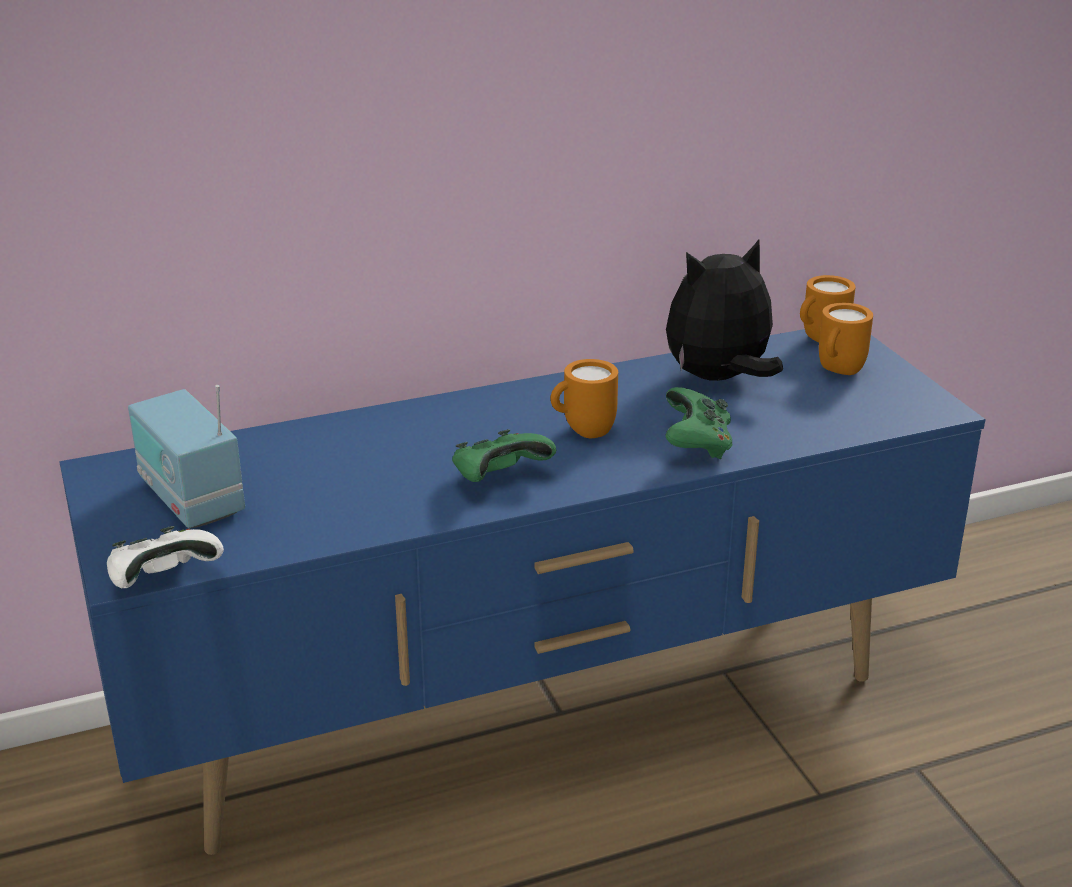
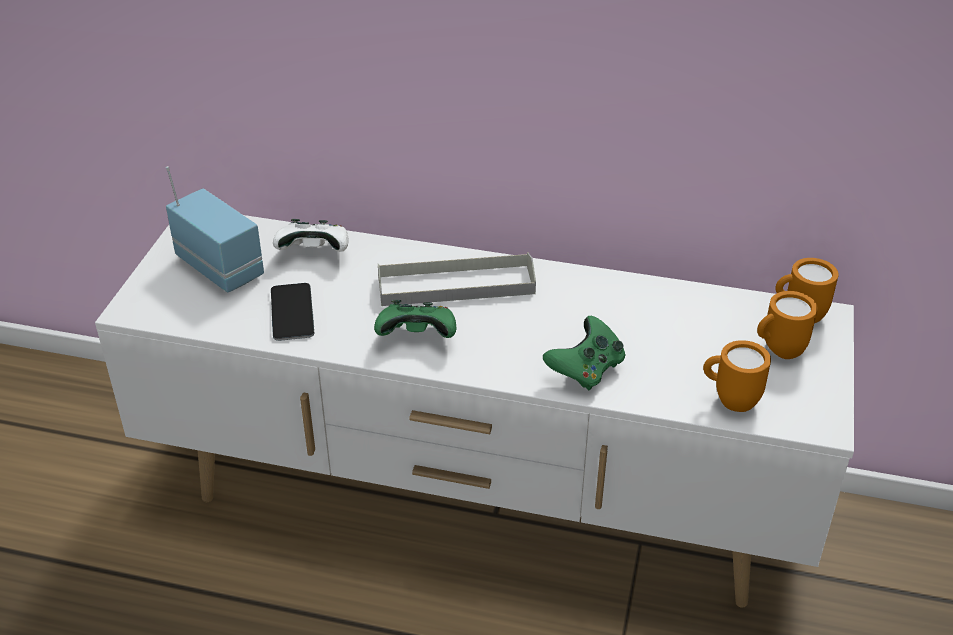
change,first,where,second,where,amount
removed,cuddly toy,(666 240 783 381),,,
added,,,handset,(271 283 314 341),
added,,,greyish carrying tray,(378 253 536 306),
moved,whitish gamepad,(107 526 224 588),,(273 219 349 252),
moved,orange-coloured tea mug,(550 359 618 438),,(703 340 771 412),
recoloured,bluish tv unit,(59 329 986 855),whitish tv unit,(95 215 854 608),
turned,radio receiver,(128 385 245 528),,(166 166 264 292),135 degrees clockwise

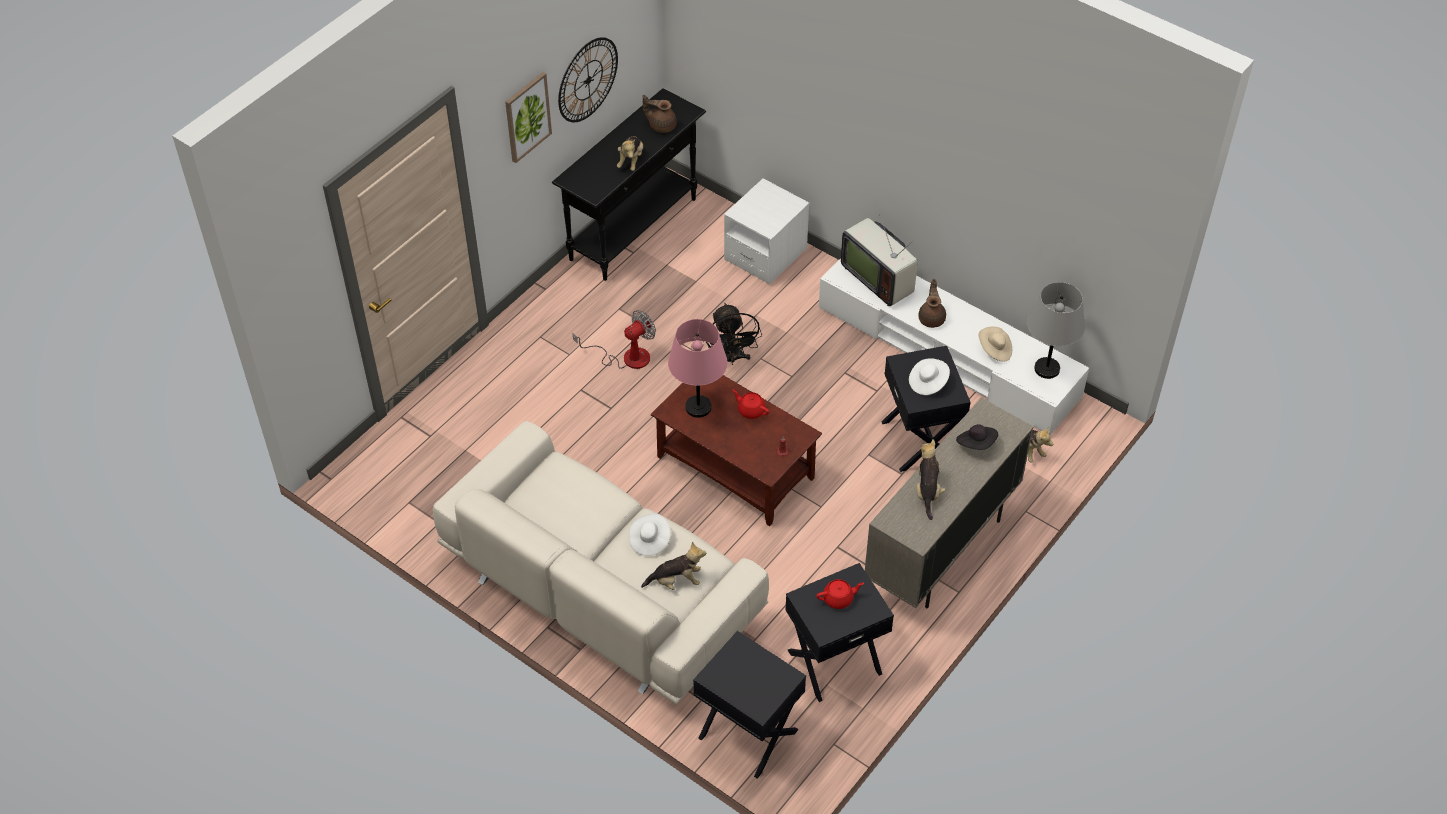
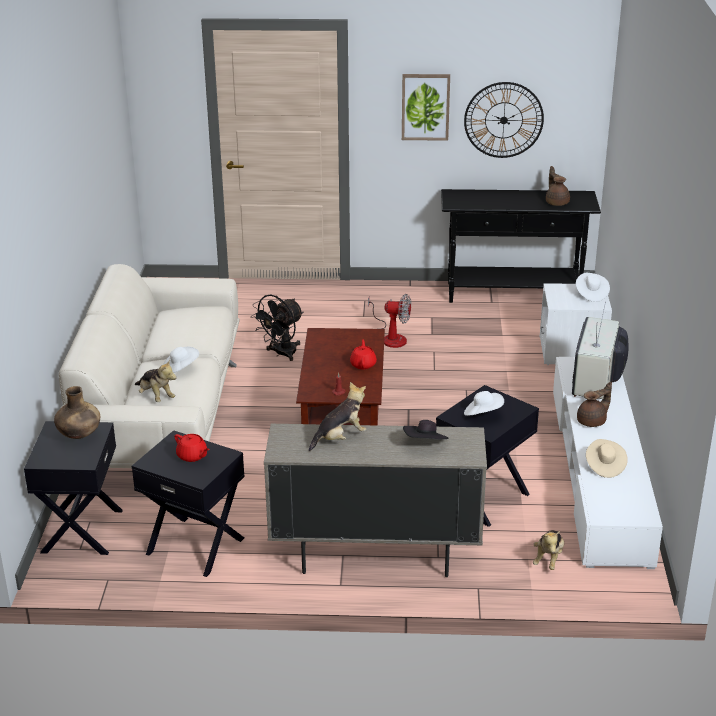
change,first,where,second,where,amount
removed,cuddly toy,(617 136 643 171),,,
removed,pink lamp for a table,(668 319 727 418),,,
removed,greyish lamp for a table,(1027 282 1085 379),,,
added,,,brownish decorative vase,(54 386 100 439),
added,,,whitish clothing hat,(576 273 610 302),
moved,black electric fan,(706 303 762 365),,(251 295 303 361),

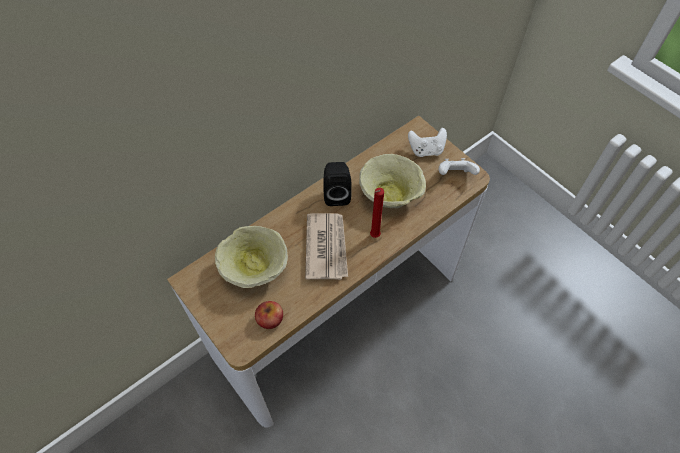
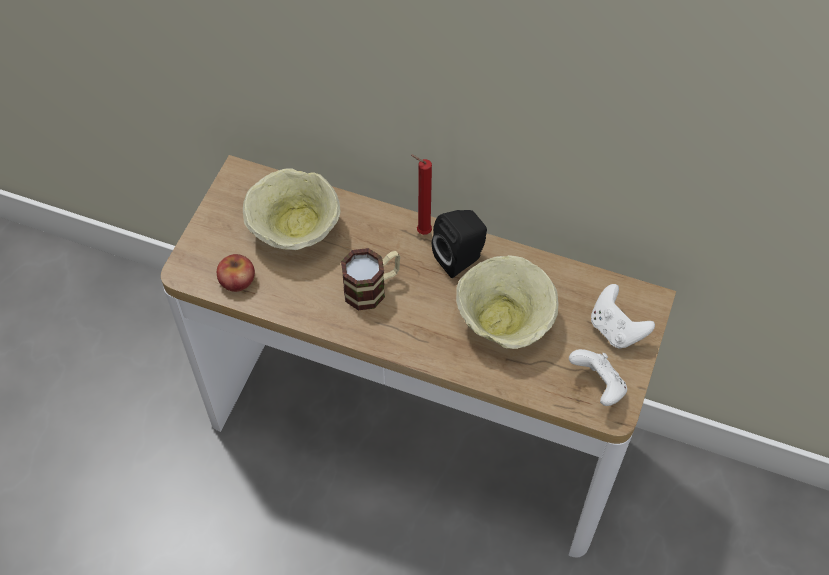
change,first,where,second,where,amount
moved,red-coloured wax light,(370 188 384 238),,(411 155 432 235),
replaced,printed paper,(305 213 348 280),tea mug,(341 248 400 310),

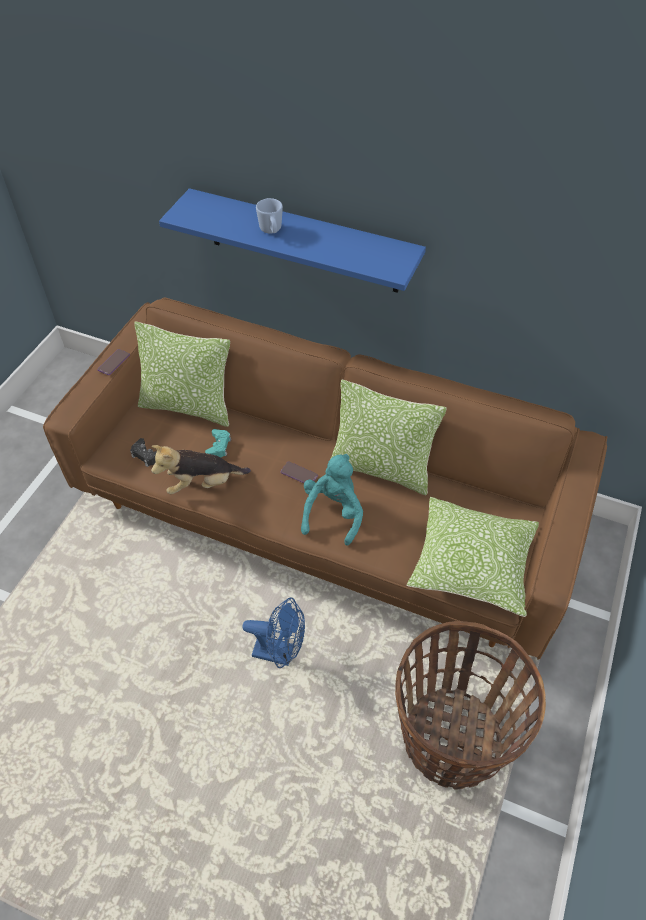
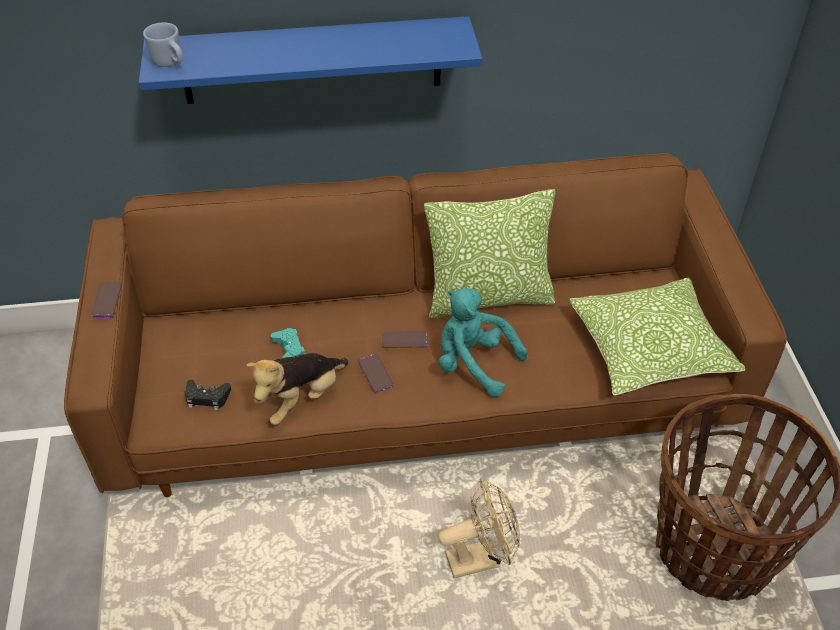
change,first,where,second,where,amount
removed,throw pillow,(134 321 230 427),,,
added,,,handset,(358 353 394 393),
moved,bluish tea mug,(256 198 283 233),,(143 23 183 67),
recoloured,bluish electric fan,(242 597 305 668),beige-coloured electric fan,(438 478 520 578),
turned,blue-green cuddly toy,(301 454 363 546),,(439 288 527 397),45 degrees counterclockwise

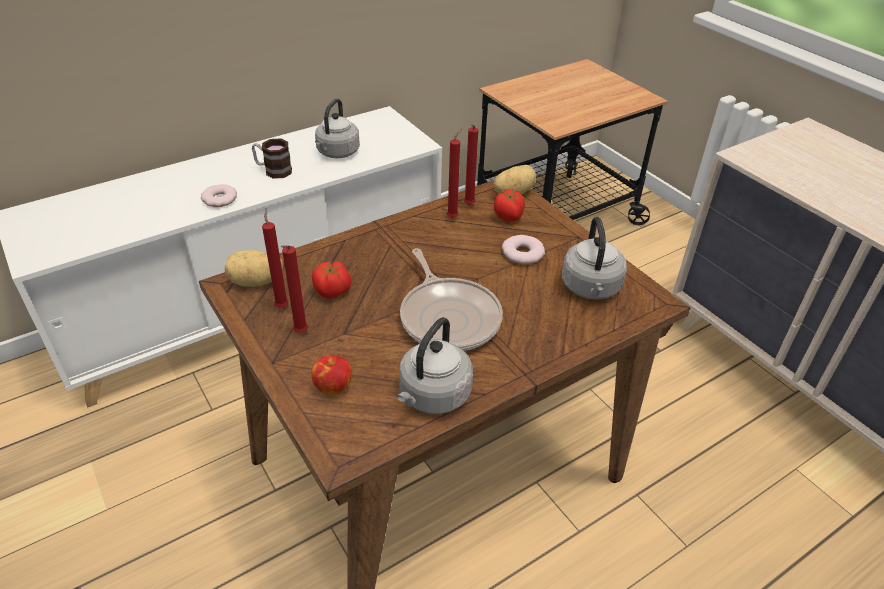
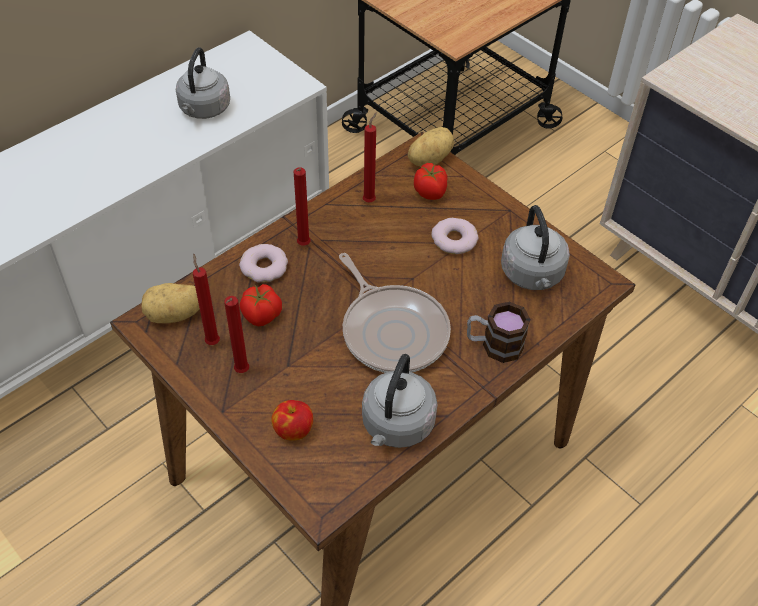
change,first,where,second,where,amount
moved,doughnut,(201 184 237 207),,(239 244 288 282),
moved,tea mug,(252 138 292 179),,(467 301 531 363),
moved,red-coloured wax light,(464 124 478 205),,(294 167 311 246),

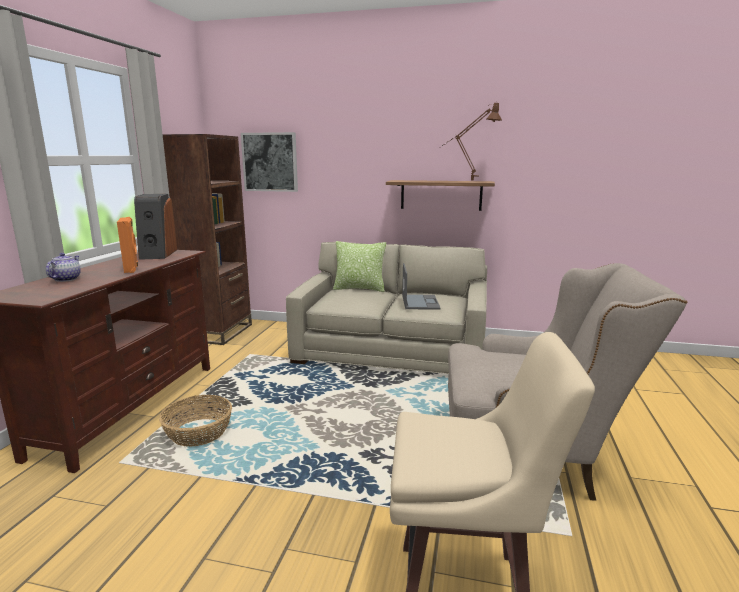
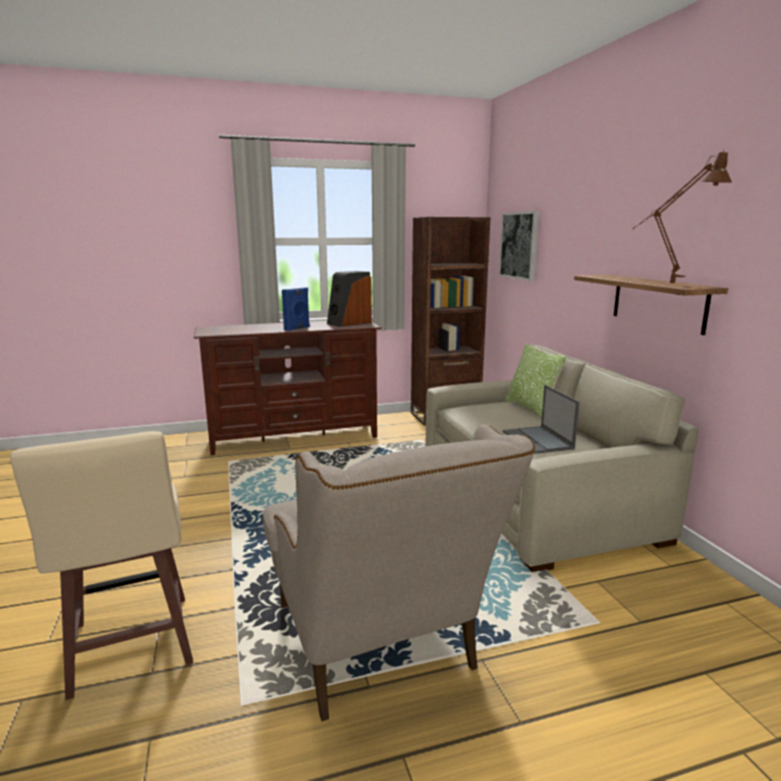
change,first,where,second,where,amount
removed,tea pot,(46 253 81 282),,,
removed,basket,(159 395 232 447),,,
recoloured,orange-coloured loudspeaker,(117 217 138 273),bluish loudspeaker,(282 287 310 331),
turned,portable computer,(402 263 441 309),,(503 385 580 454),105 degrees clockwise

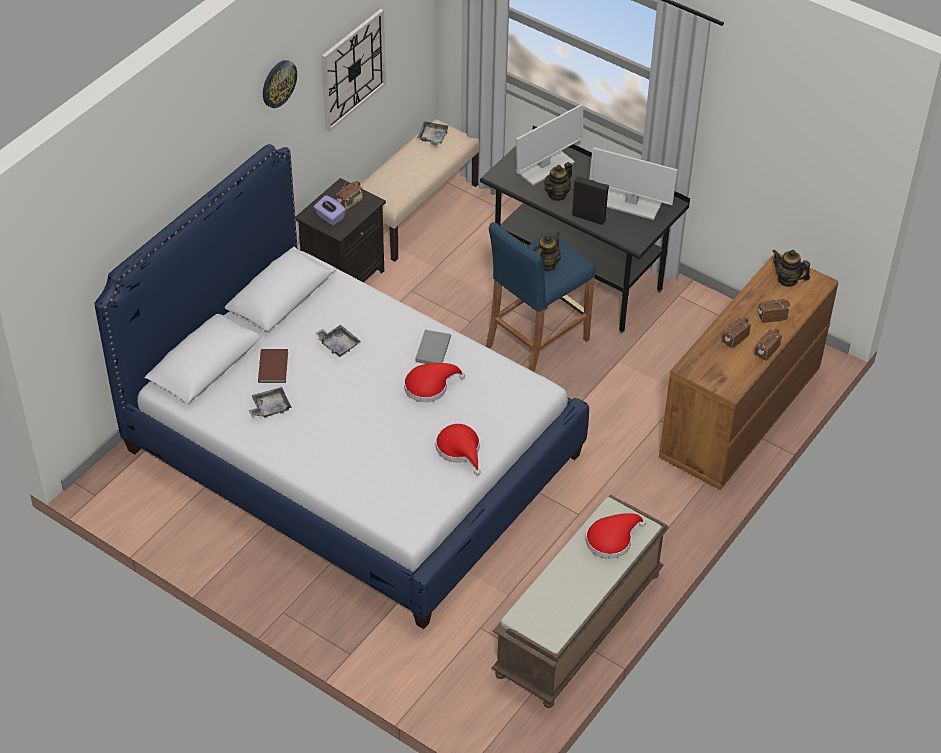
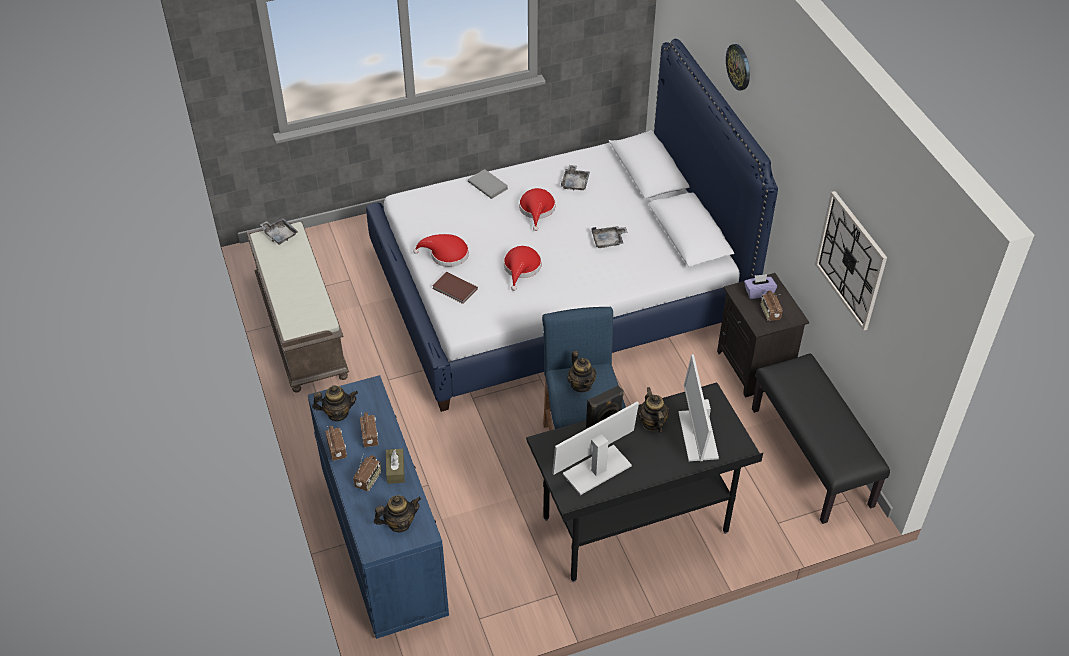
change,first,where,second,where,amount
added,,,tea pot,(312 385 358 421),
added,,,brownish tissue holder,(386 449 405 484),
moved,brownish bound book,(258 349 288 383),,(432 272 478 304),
moved,hanging clock,(263 60 297 108),,(726 44 750 91),
moved,greyish bound book,(415 330 451 364),,(468 169 508 199),
moved,greyish carrying tray,(417 121 449 147),,(260 218 298 245),
moved,red-coloured clothing hat,(586 513 646 559),,(519 188 555 231),
recoloured,beige-coloured indoor bench,(360 119 479 262),black indoor bench,(752 354 890 524),
recoloured,brownish drawer chest,(659 253 838 490),bluish drawer chest,(308 375 449 639),

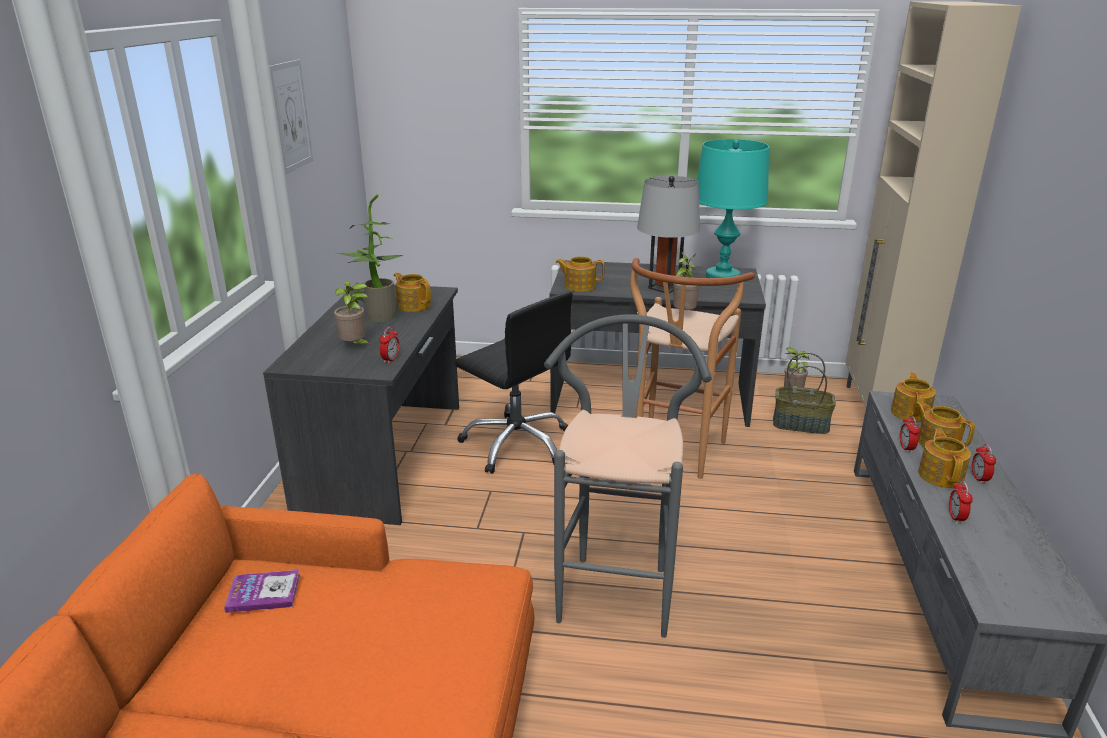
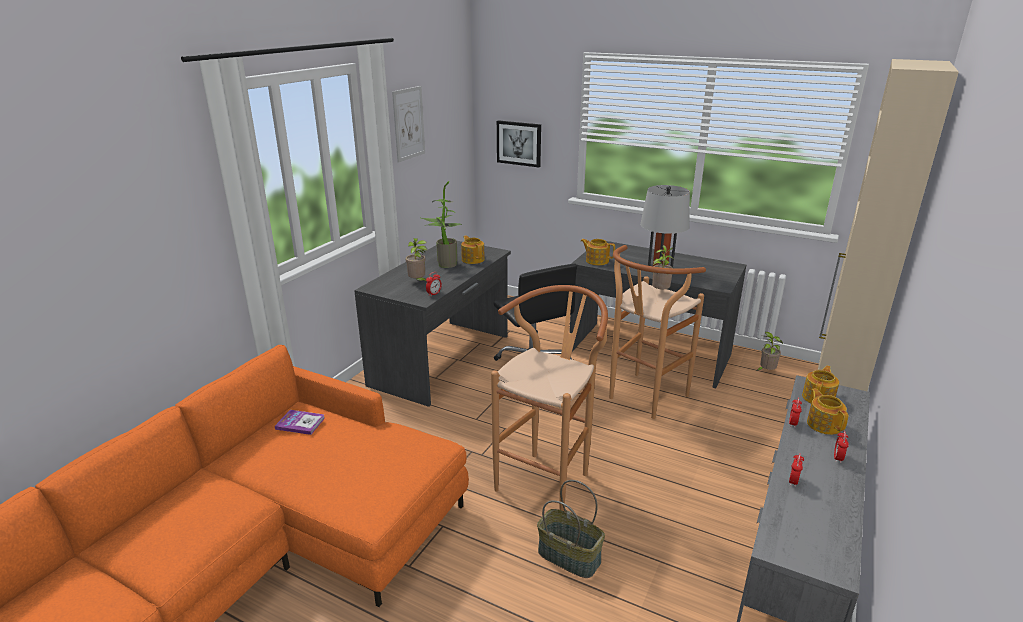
change,first,where,second,where,amount
removed,blue-green lamp for a table,(697 139 769 278),,,
removed,tea pot,(918 428 971 488),,,
added,,,wall picture,(497 120 541 167),
moved,basket,(773 352 836 434),,(537 480 605 578),
recoloured,greyish sitting stool,(544 314 712 638),brownish sitting stool,(491 285 608 511),

